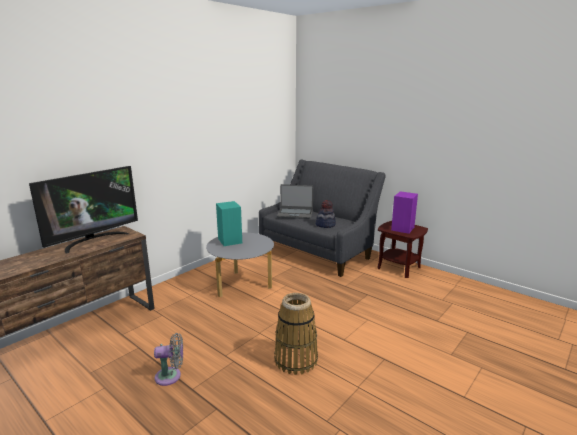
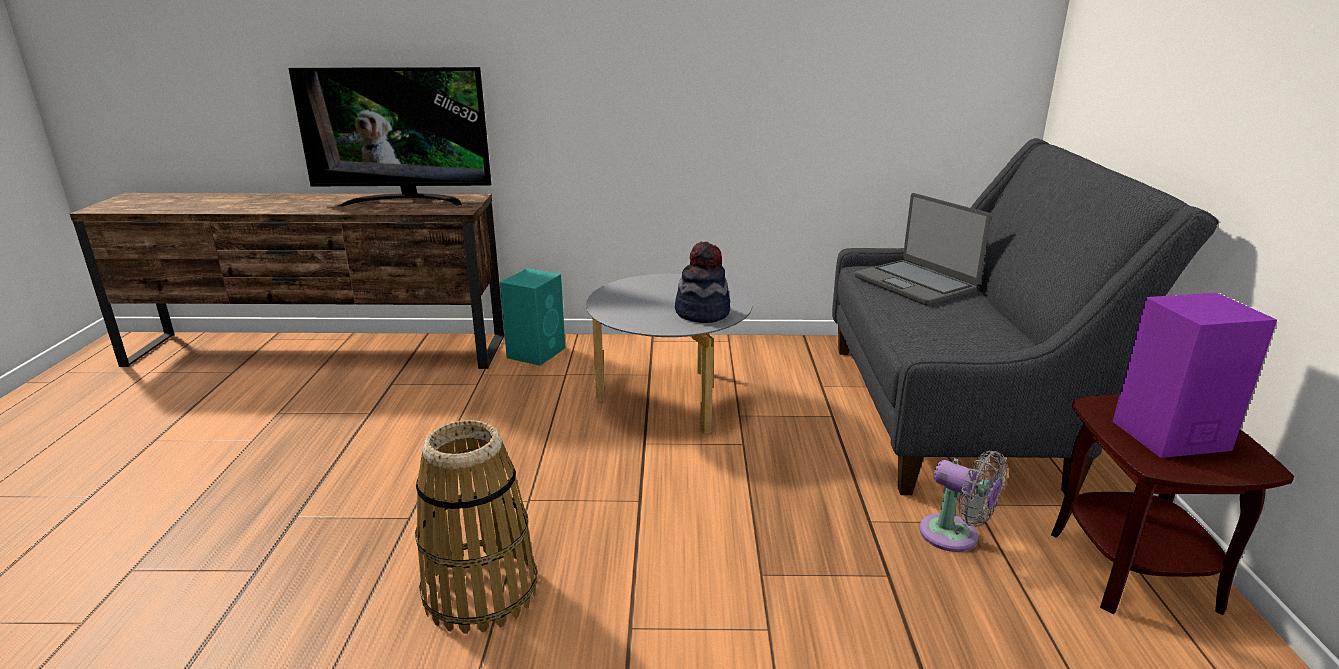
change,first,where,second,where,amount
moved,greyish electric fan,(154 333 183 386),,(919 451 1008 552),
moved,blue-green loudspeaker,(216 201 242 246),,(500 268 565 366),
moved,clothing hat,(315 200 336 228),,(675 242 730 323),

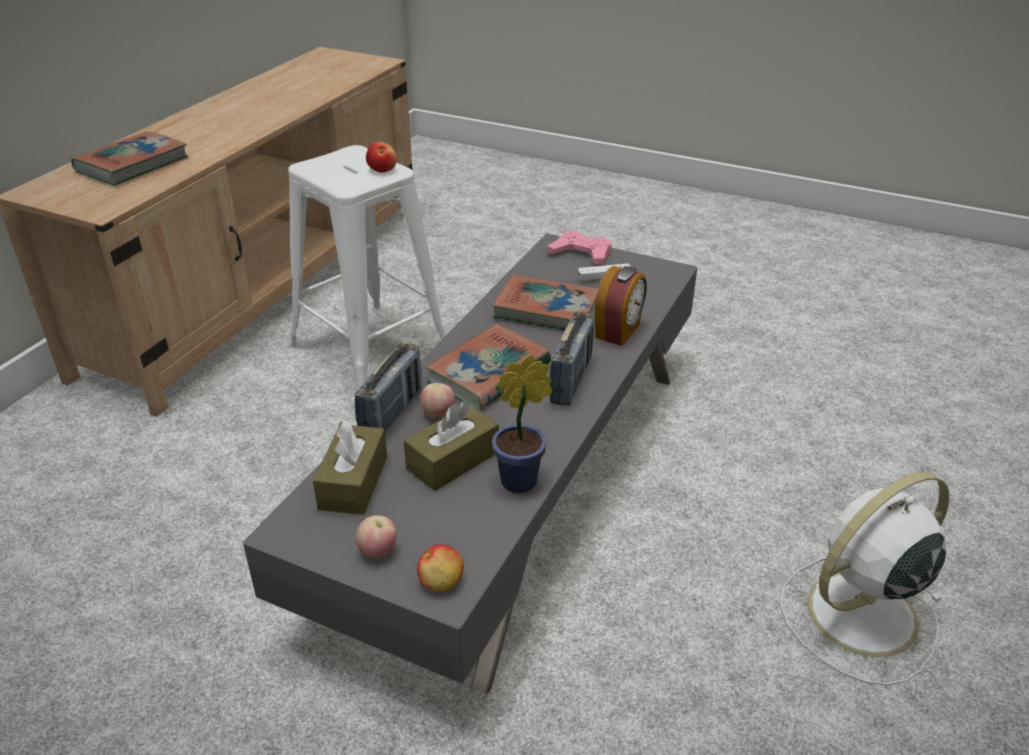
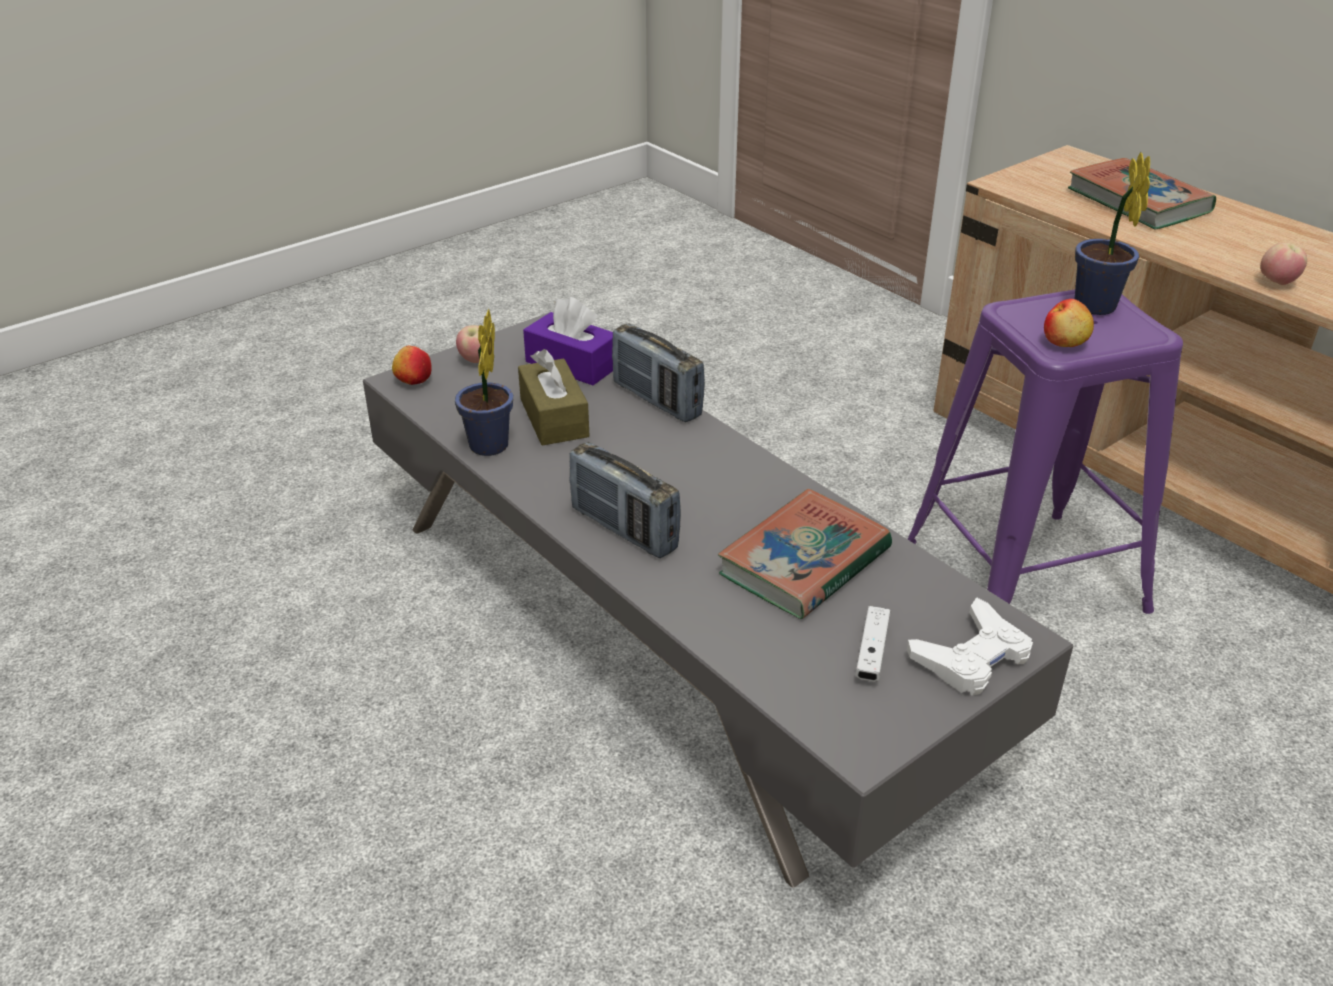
change,first,where,second,where,amount
removed,bound book,(426 324 551 410),,,
removed,bedside clock,(595 266 647 346),,,
removed,whitish electric fan,(780 472 950 685),,,
added,,,houseplant,(1075 152 1150 315),
moved,apple fruit,(421 383 455 417),,(1260 242 1307 285),
recoloured,whitish sitting stool,(288 145 446 389),purple sitting stool,(908 289 1183 614),
recoloured,brownish tissue holder,(313 420 387 515),purple tissue holder,(523 297 613 385),
recoloured,pink gamepad,(547 231 611 265),whitish gamepad,(907 597 1033 696),

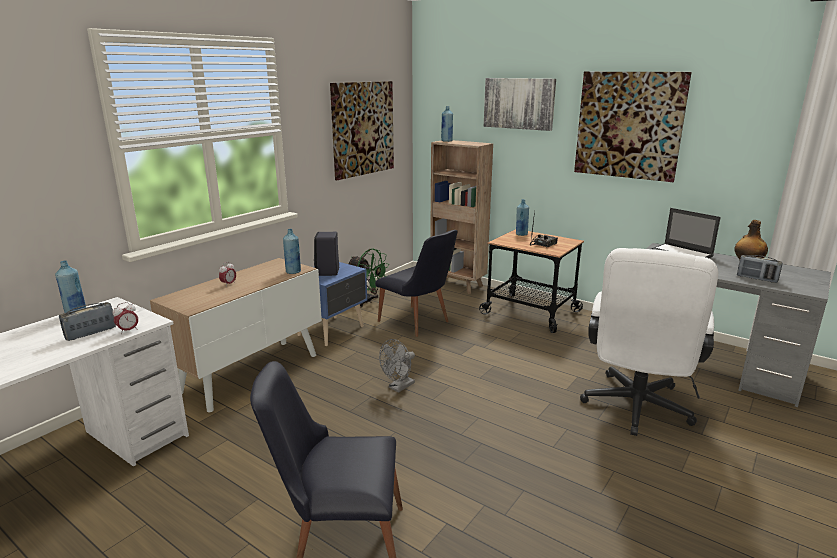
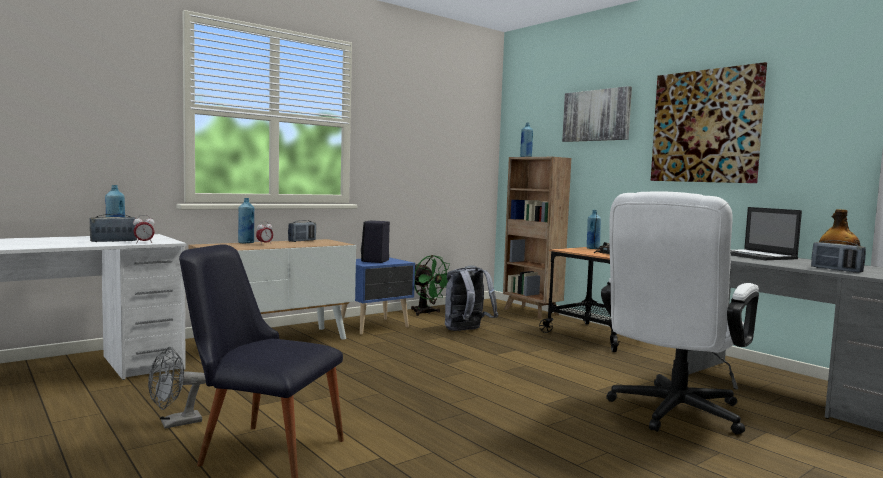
change,first,where,second,where,amount
removed,wall picture,(330 81 394 180),,,
added,,,radio receiver,(288 220 316 242),
moved,bluish beverage bottle,(283 229 301 274),,(238 198 254 244),
moved,greyish electric fan,(379 339 415 392),,(148 347 206 429),
replaced,black plain chair,(375 230 458 337),greyish backpack,(445 265 498 331),

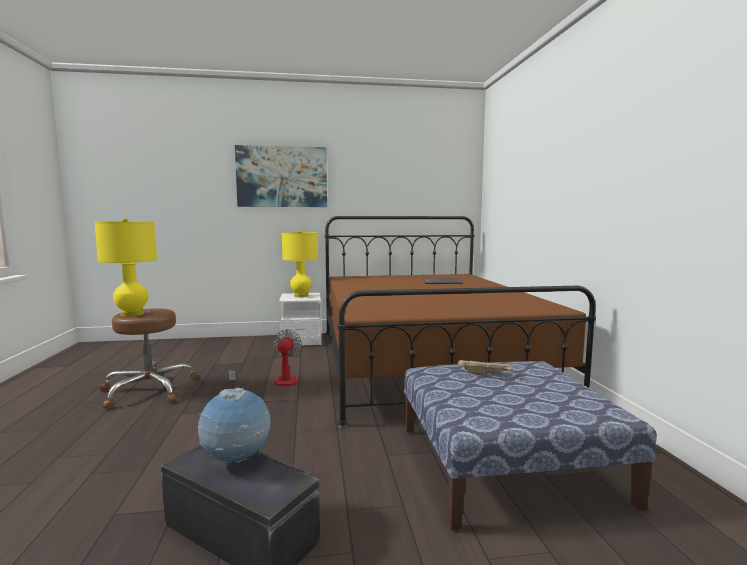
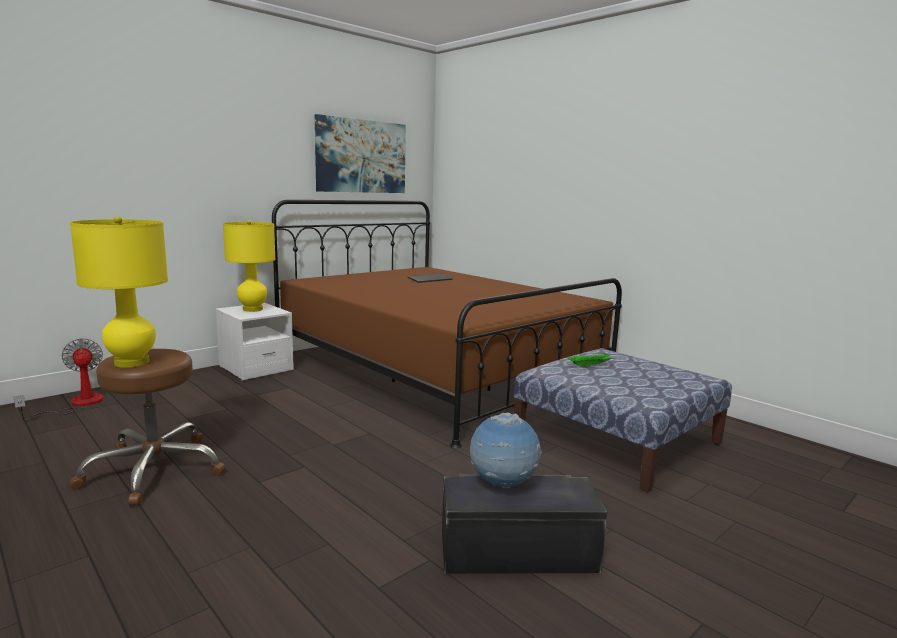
change,first,where,second,where,amount
moved,electric fan,(229 329 302 392),,(14 338 104 420),
moved,wall picture,(235 145 327 207),,(315 114 406 193),
recoloured,beige-coloured carrying tray,(458 359 513 375),greenish carrying tray,(567 353 615 368),

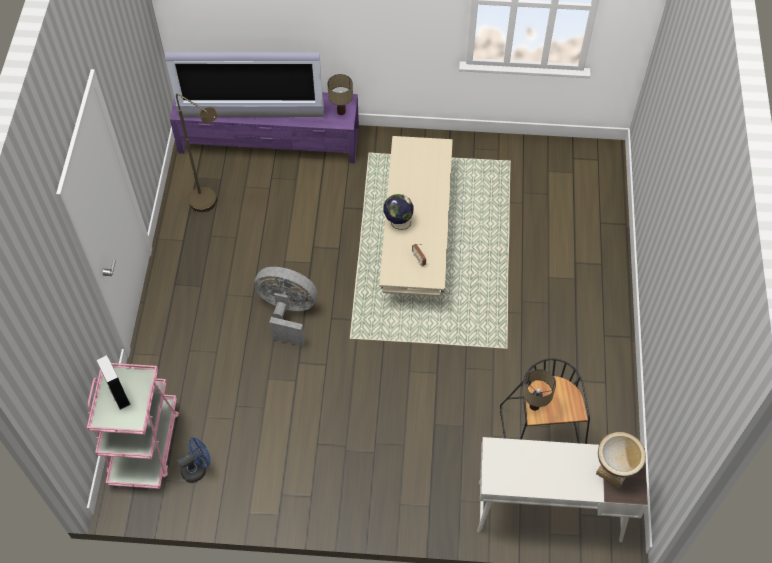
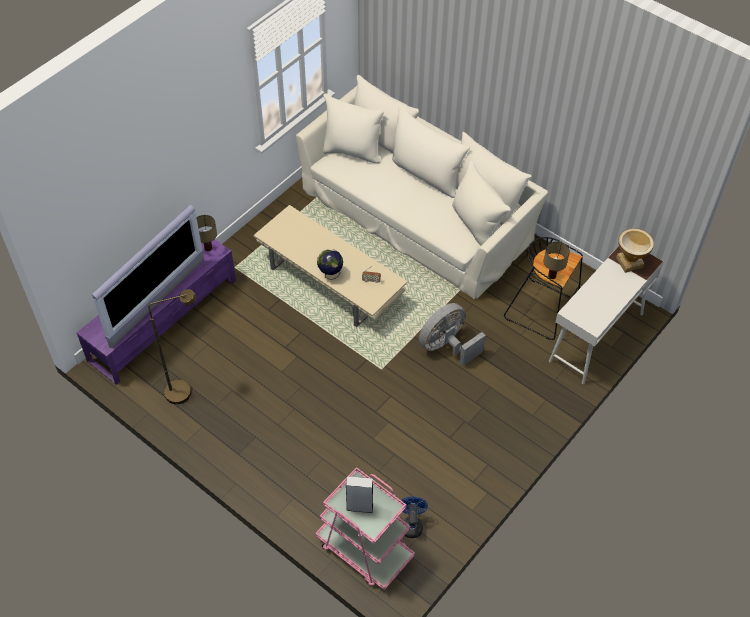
change,first,where,second,where,amount
added,,,beige-coloured settee,(296 75 548 299),
moved,greyish electric fan,(254 267 317 346),,(419 303 486 366),

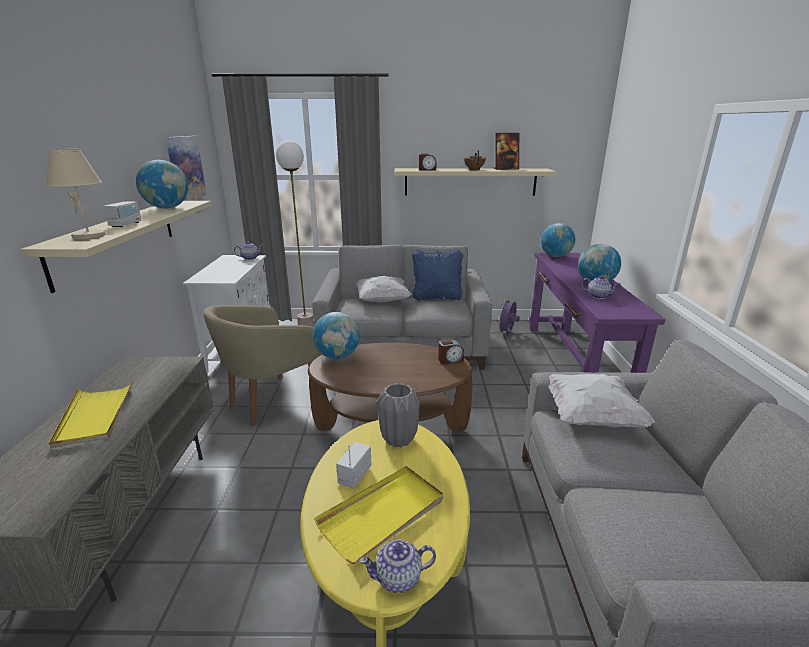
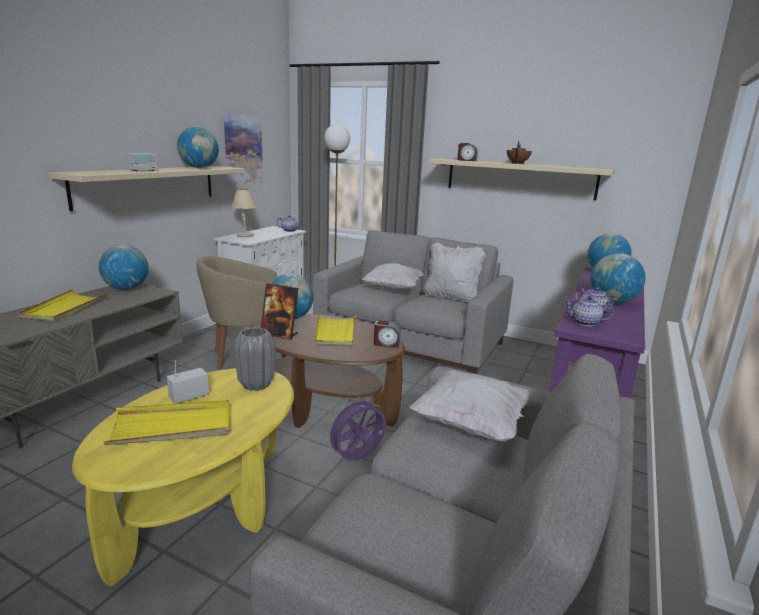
change,first,where,second,where,amount
added,,,desk globe,(99 245 149 290),
added,,,yellowish carrying tray,(315 313 357 346),
moved,beige-coloured lamp for a table,(46 149 106 240),,(231 188 257 237),
moved,tea pot,(359 539 436 593),,(564 296 614 326),
moved,photo frame,(494 133 519 170),,(261 283 298 340),
moved,purple electric fan,(497 298 520 334),,(325 396 386 461),
recoloured,bluish throw pillow,(412 250 463 301),whitish throw pillow,(423 242 486 302),

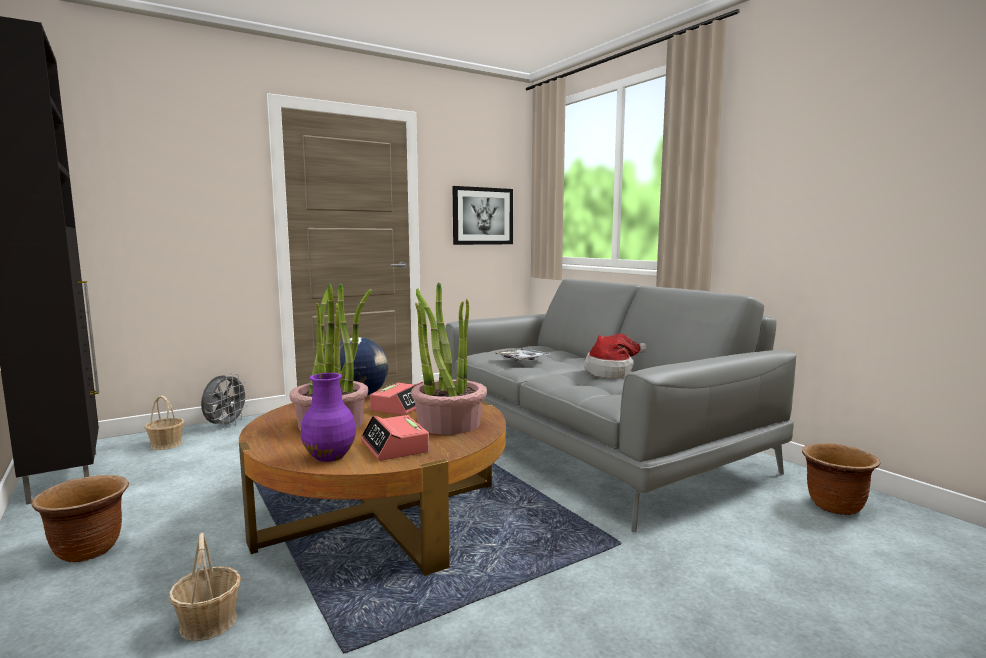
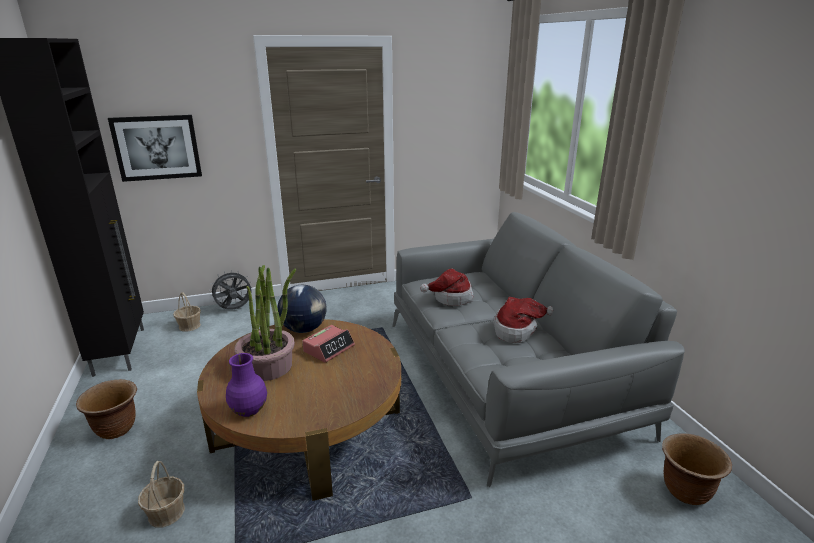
change,first,where,second,where,amount
removed,bedside clock,(361 415 429 461),,,
removed,houseplant,(411 283 487 434),,,
moved,wall picture,(453 186 513 245),,(108 115 202 182),
replaced,carrying tray,(495 348 551 361),clothing hat,(420 269 474 306),
turned,greyish electric fan,(201 373 249 428),,(210 270 252 310),150 degrees counterclockwise

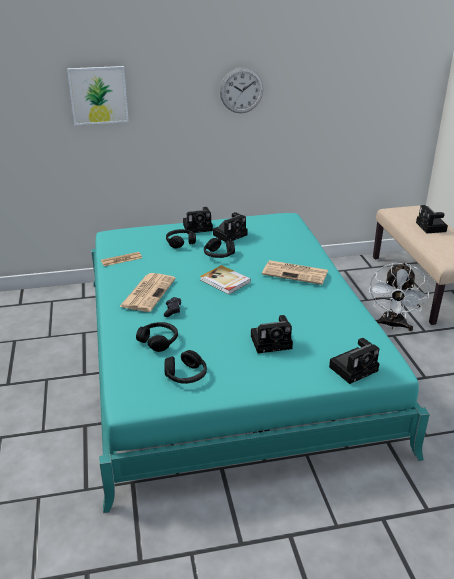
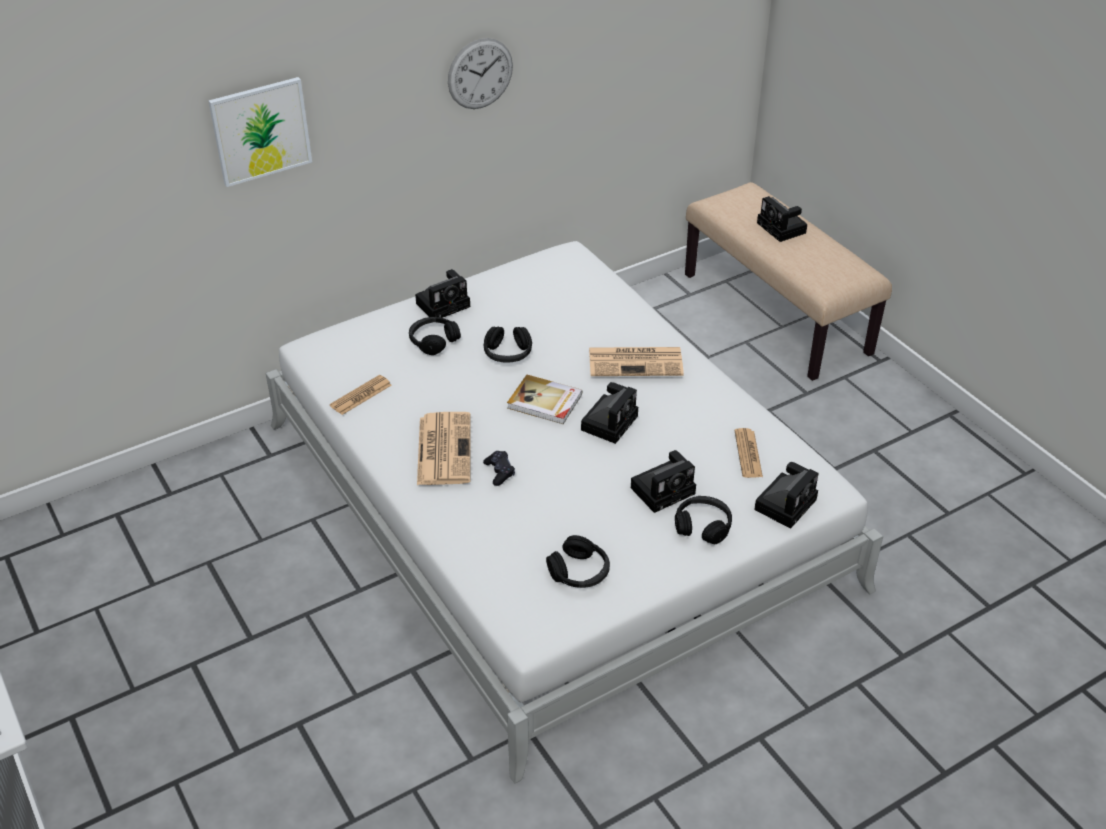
change,first,where,second,where,amount
removed,whitish electric fan,(369 263 430 331),,,
added,,,printed paper,(734 428 763 478),
moved,black pair of headphones,(136 322 178 352),,(675 496 732 544),
moved,still camera,(213 212 248 242),,(581 382 638 444),
recoloured,blue-green bed,(91 213 430 513),whitish bed,(266 241 883 783),

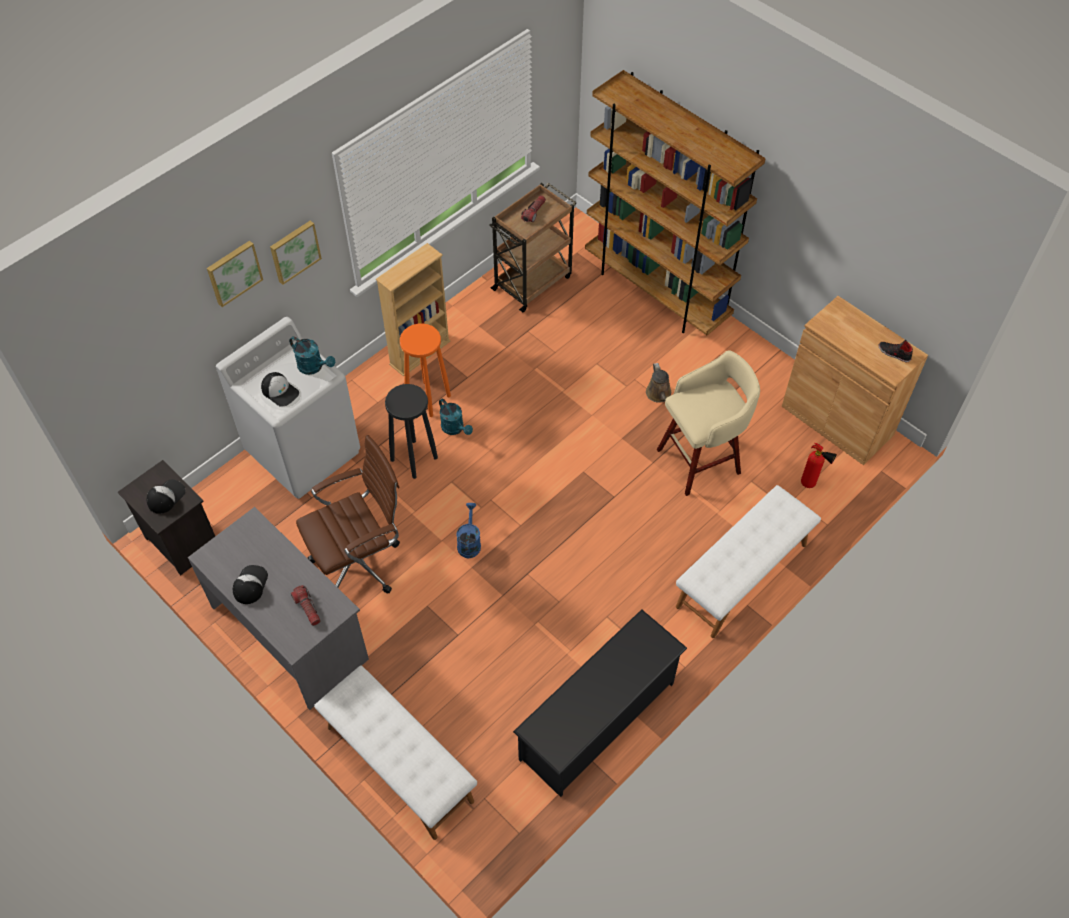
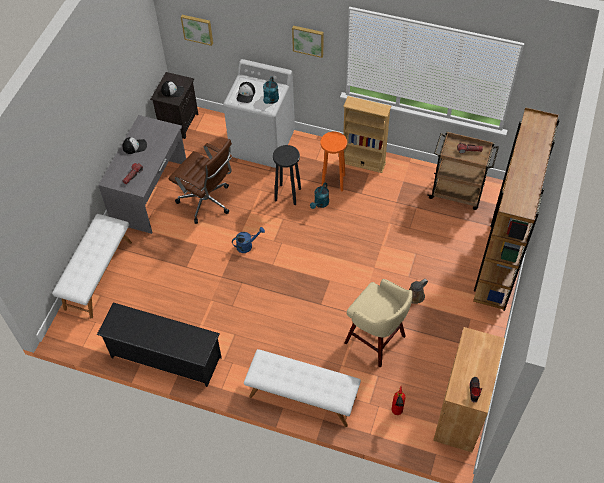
change,first,where,second,where,amount
moved,wall picture,(207 240 263 307),,(181 15 213 46),

